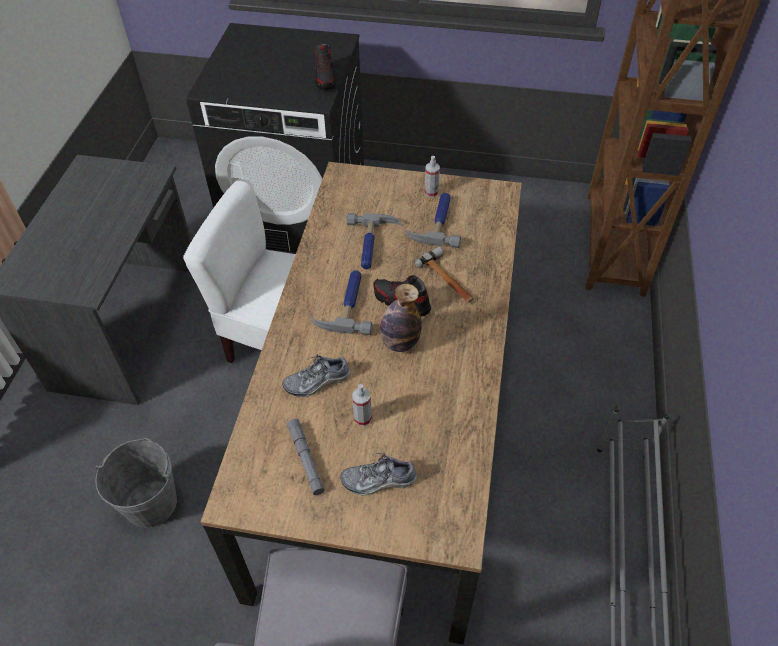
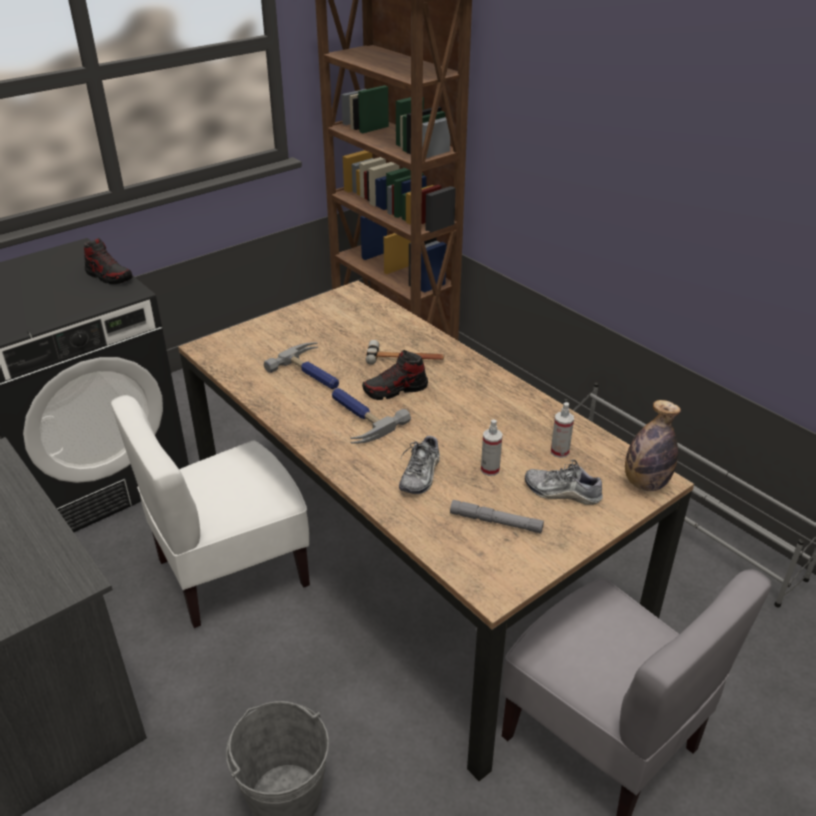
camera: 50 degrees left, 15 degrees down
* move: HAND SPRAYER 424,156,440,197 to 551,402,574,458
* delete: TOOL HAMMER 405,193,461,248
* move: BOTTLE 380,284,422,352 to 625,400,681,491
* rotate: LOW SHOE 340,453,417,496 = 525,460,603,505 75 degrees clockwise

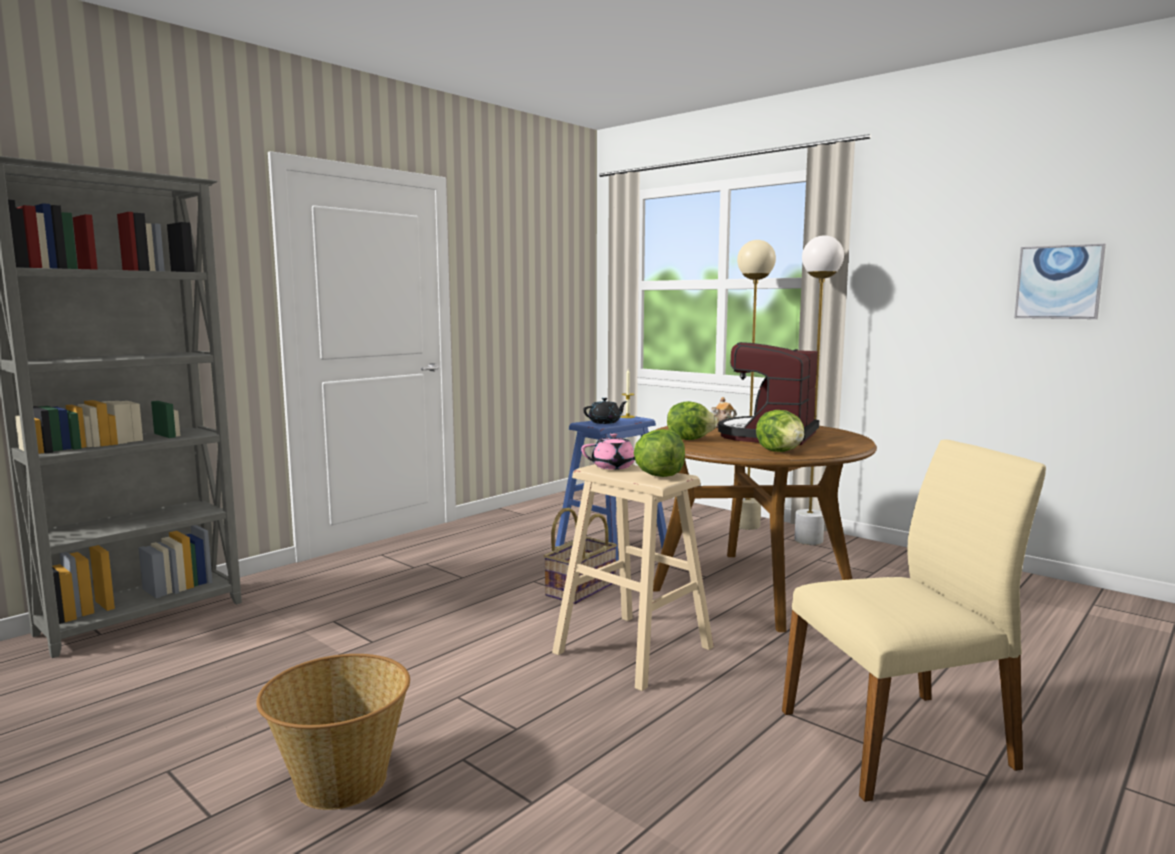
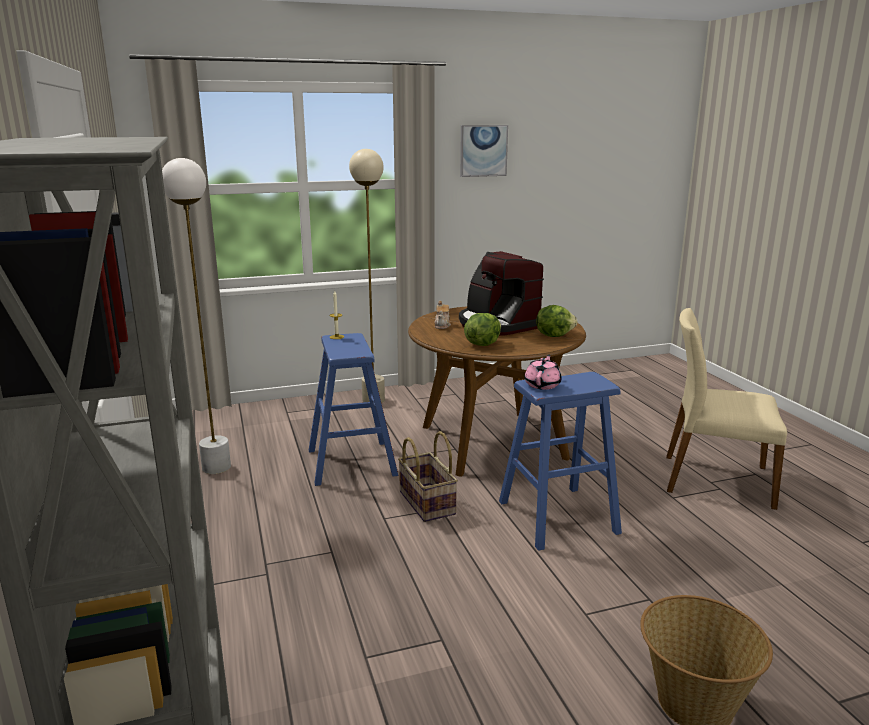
camera: 60 degrees left, 10 degrees up
* move: WHITISH STANDING LAMP 794,235,844,545 to 162,158,231,474
* move: PICTURE 1014,244,1106,319 to 460,125,508,177
* delete: BLACK TEAPOT 583,398,628,424
* delete: HEAD OF LETTUCE 634,429,685,477
* rotate: BEIGE PLAIN CHAIR 782,439,1046,802 = 666,308,787,510 90 degrees counterclockwise
* recolor: BEIGE STOOL SEAT 552,464,714,691 to BLUE STOOL SEAT 499,372,622,551

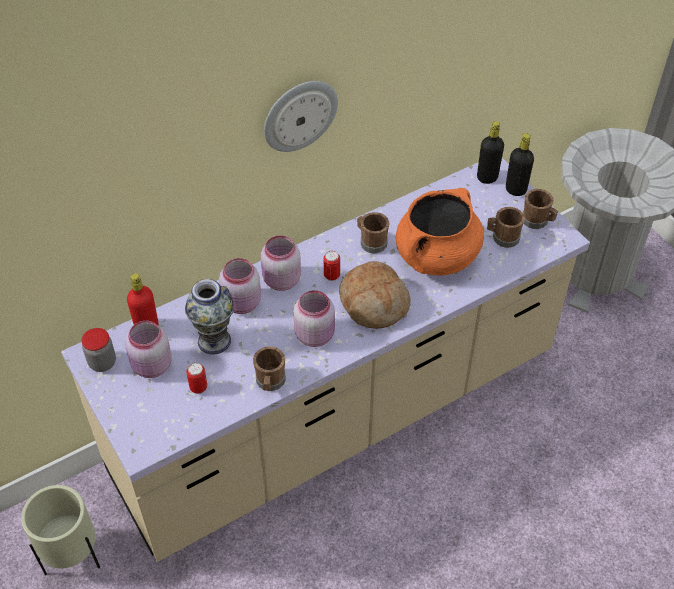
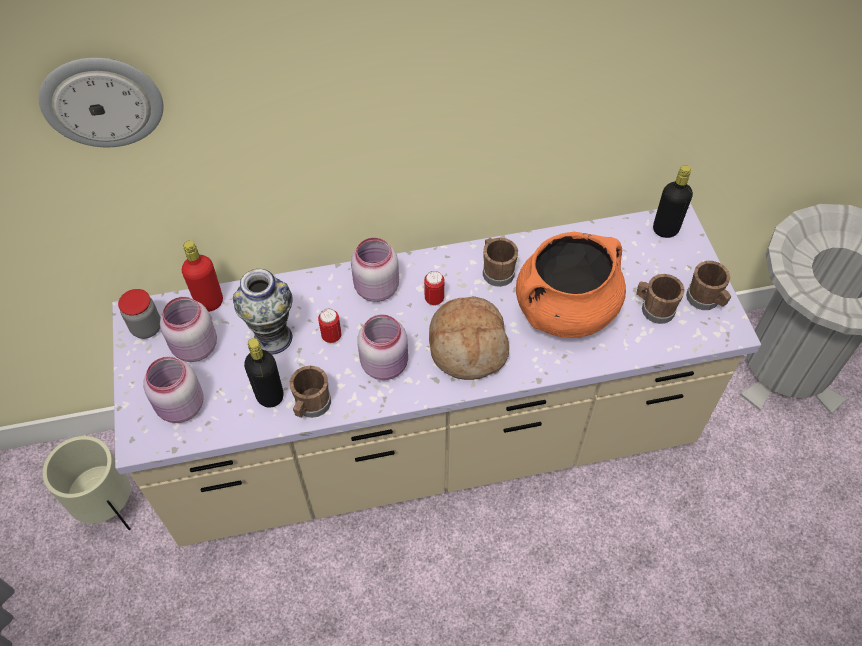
camera: 20 degrees right, 5 degrees up
* move: WALL CLOCK 264,81,338,152 to 38,58,164,147
* move: BLACK BOTTLE 506,133,534,196 to 244,338,284,408
* move: PINKISH STORAGE JAR 219,258,261,314 to 143,357,203,423
* move: METAL CAN 186,363,207,394 to 318,309,342,343

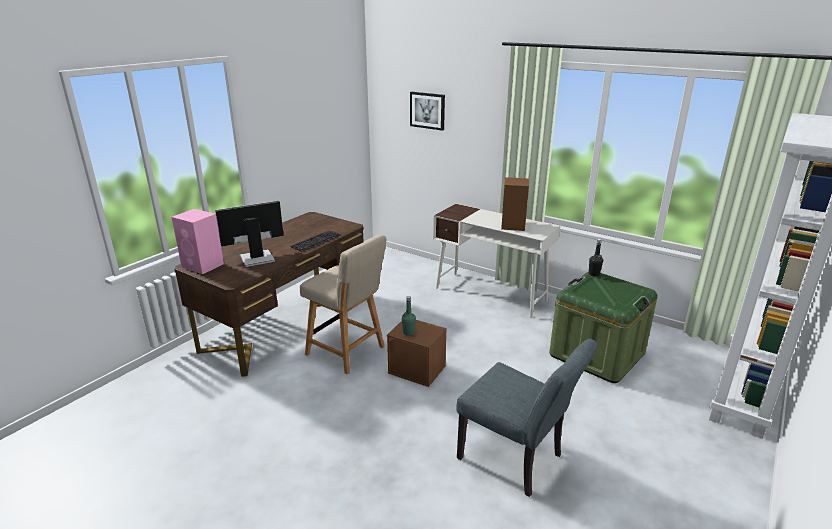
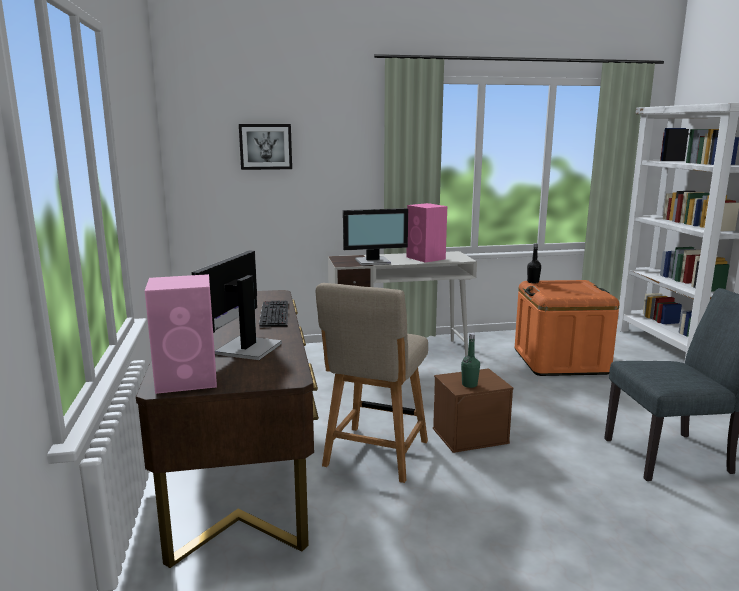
camera: 45 degrees left, 10 degrees down
* recolor: BROWNISH AUDIO SPEAKER 501,177,529,231 to PINKISH AUDIO SPEAKER 406,203,447,263
* rotate: BEIGE PLAIN CHAIR 300,234,386,374 = 315,283,428,483 120 degrees clockwise
* recolor: GREEN STORAGE BIN 549,272,657,383 to ORANGE-COLOURED STORAGE BIN 515,280,619,376
* insert: COMPUTER SCREEN 343,208,408,266

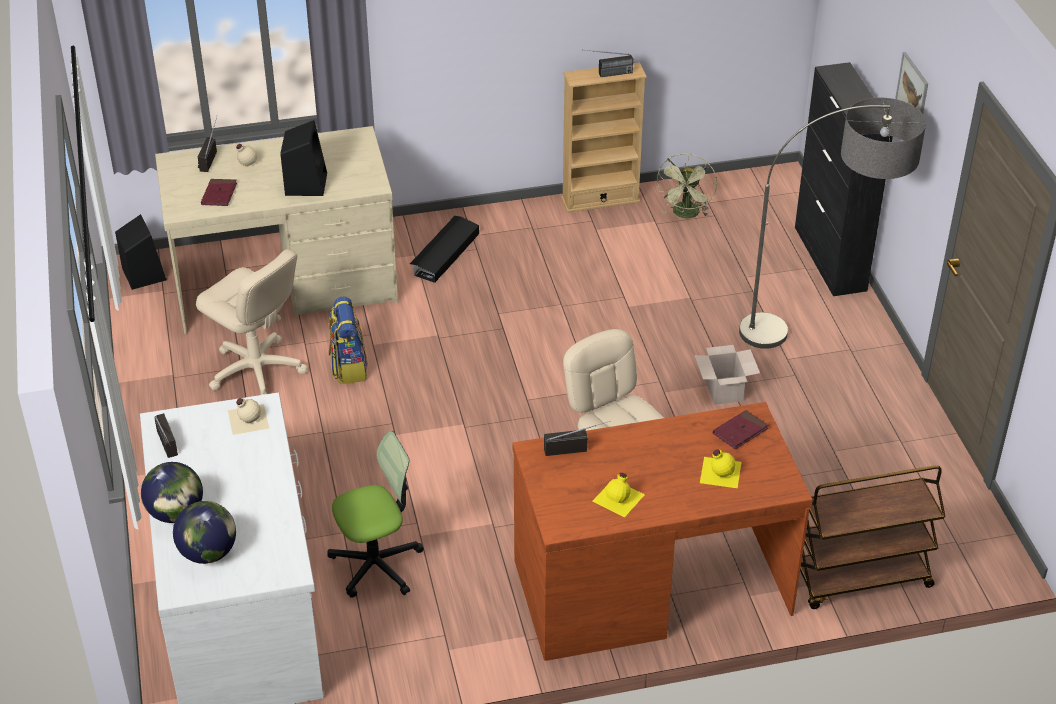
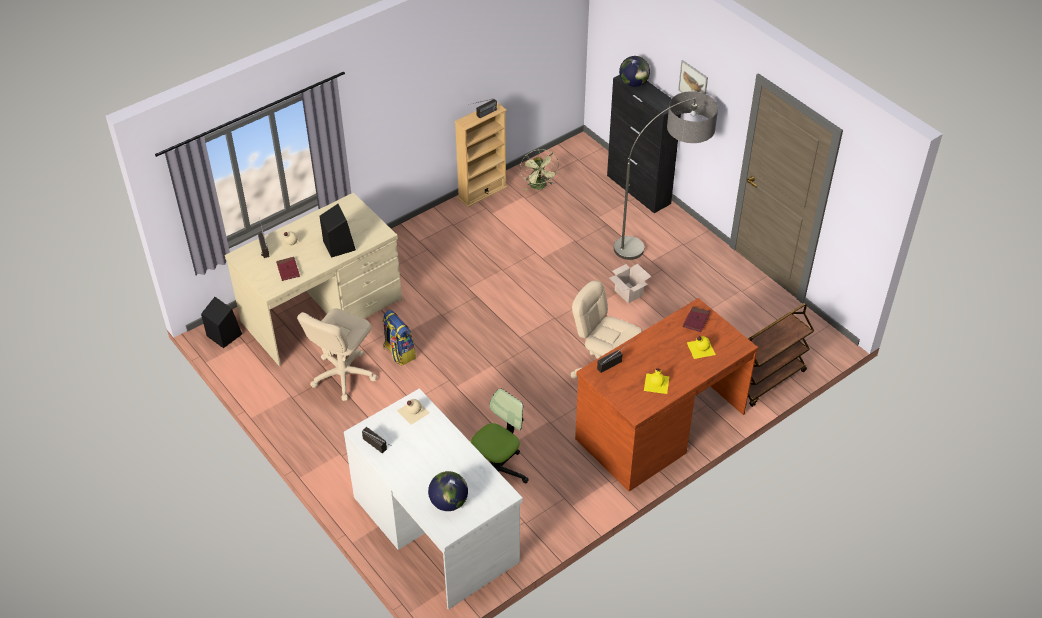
camera: 25 degrees left, 5 degrees up
* delete: BLACK STORAGE BIN 410,216,479,283
* rotate: BEIGE DESK CHAIR 196,249,308,395 = 297,308,377,401 105 degrees clockwise
* move: DESK GLOBE 141,462,203,523 to 619,56,650,87

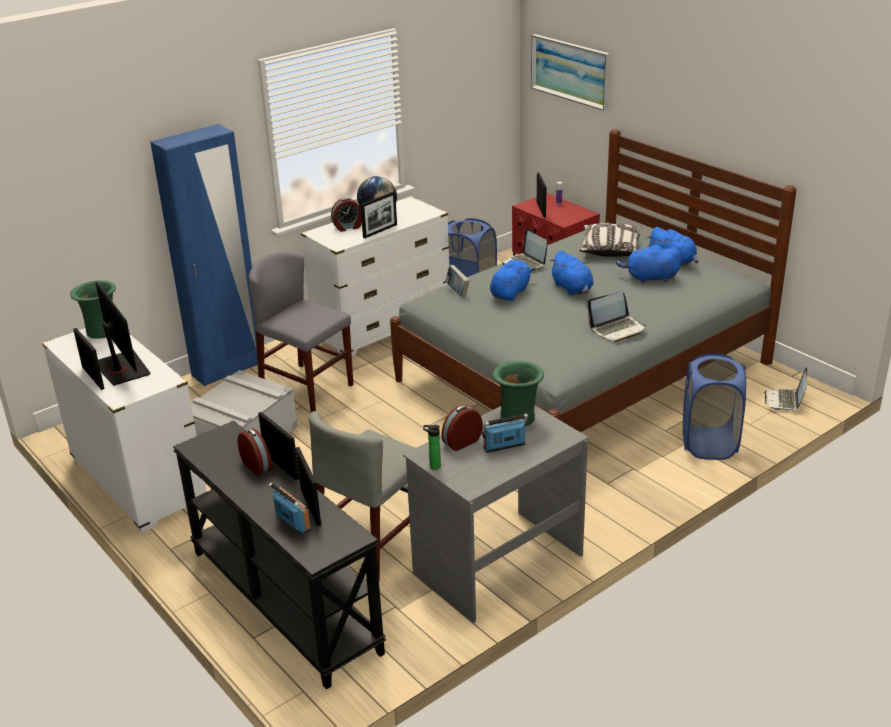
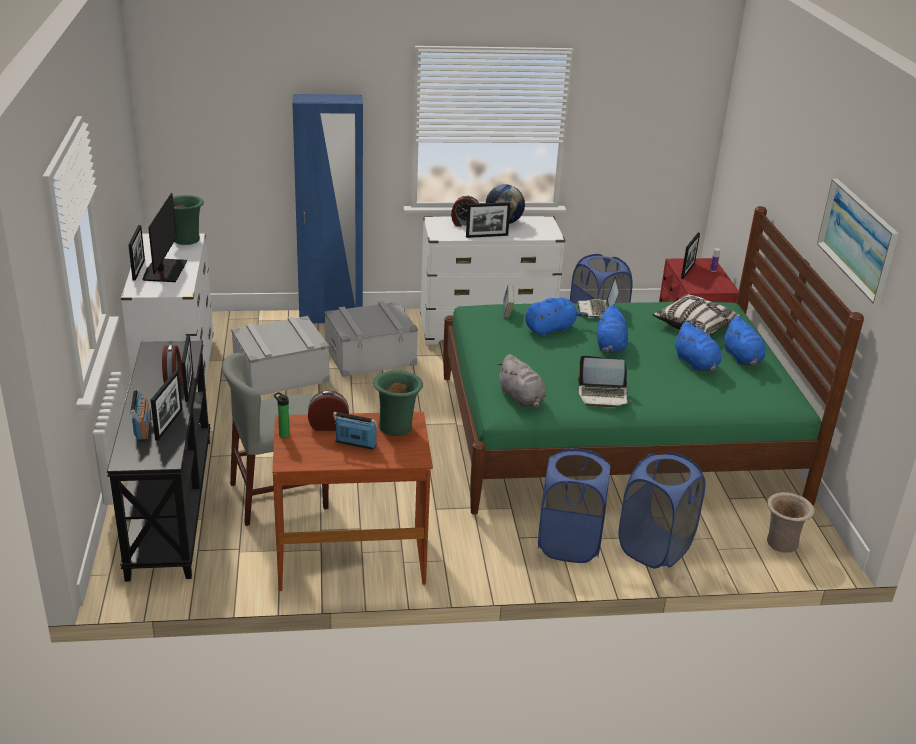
camera: 30 degrees right, 0 degrees up
* move: PICTURE 531,34,610,111 to 817,179,899,304
* recolor: GRAY SLEEPING BED 390,129,797,432 to GREEN SLEEPING BED 443,206,864,515
* rotate: BLUE PLUSH TOY 616,245,681,283 = 674,322,721,372 150 degrees counterclockwise
* replace: GRAY PLAIN CHAIR 249,252,353,412 to GRAY STORAGE BIN 324,301,418,377
* replace: NOTEBOOK COMPUTER 764,367,807,411 to BEIGE FLOWER VASE 767,492,815,553
* recolor: GRAY DESK 403,406,589,623 to BROWNISH DESK 272,412,433,591
* insert: GRAY PLUSH TOY 497,354,546,408
* insert: BLUE HAMPER 538,448,611,563

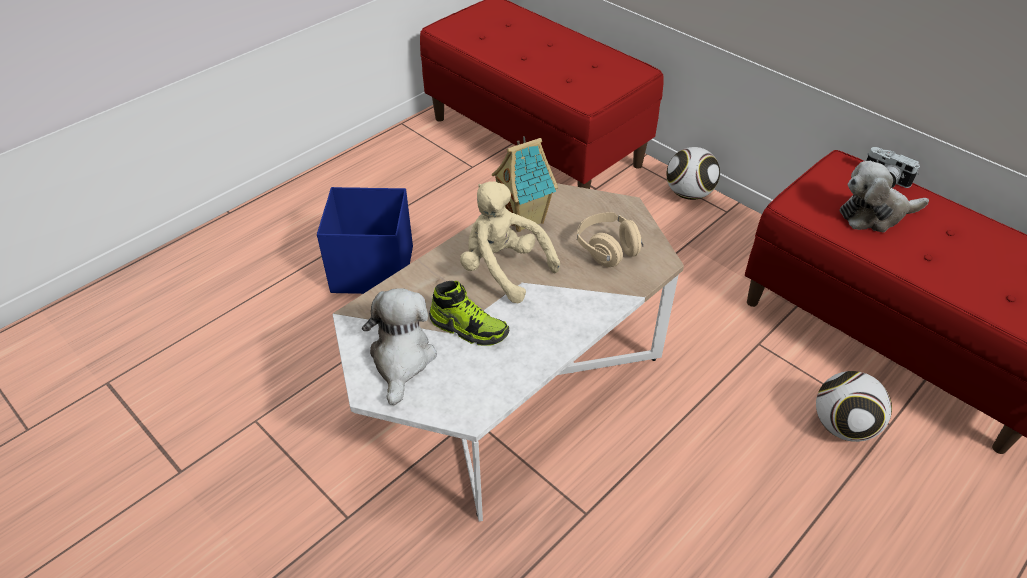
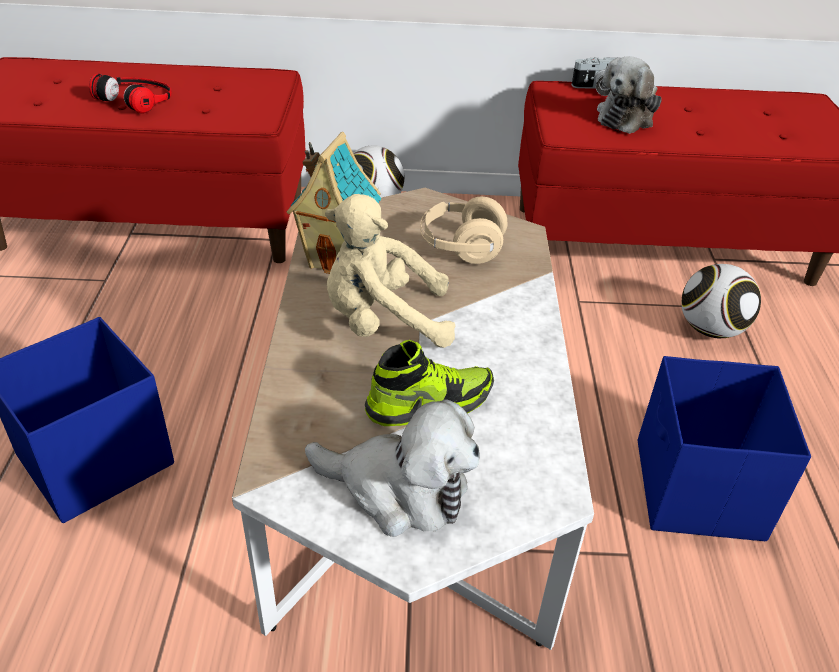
camera: 45 degrees left, 5 degrees down
* rotate: PLUSH TOY 362,288,437,405 = 305,399,480,537 150 degrees clockwise
* insert: PAIR OF HEADPHONES 89,74,172,113
* insert: BLUE STORAGE BIN 638,356,811,541

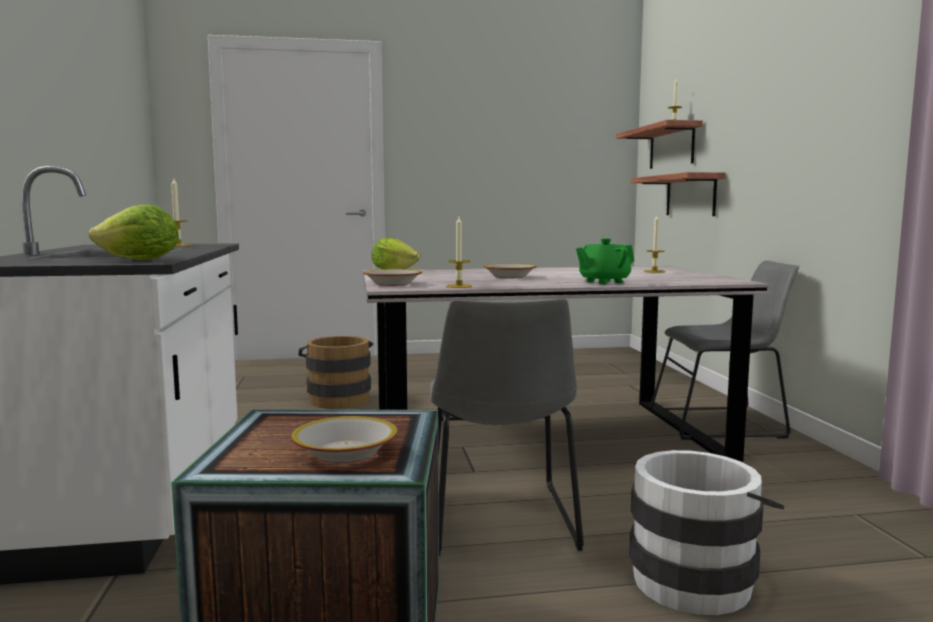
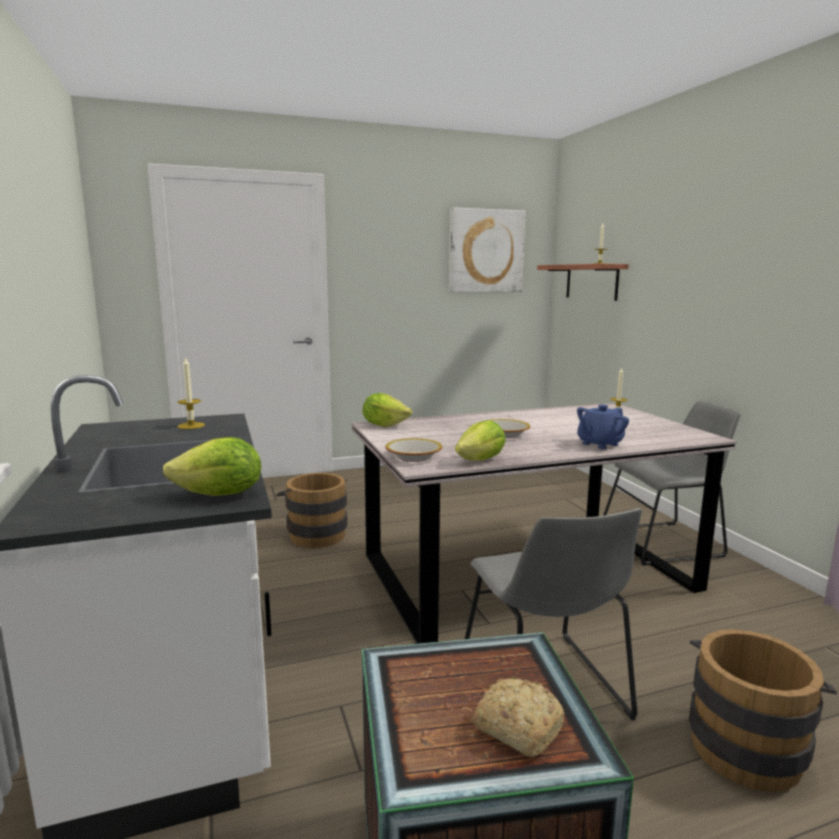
camera: 10 degrees left, 5 degrees up
* delete: WALL SHELF 631,172,726,216
* replace: WAX CANDLE 446,217,472,288 to HEAD OF LETTUCE 455,420,505,461
* recolor: GREEN TEAPOT 576,238,635,285 to BLUE TEAPOT 577,405,629,449
* replace: BOWL 291,416,398,463 to BAKED BREAD 473,676,565,757
* recolor: WHITISH WATER BUCKET 629,450,784,615 to BROWNISH WATER BUCKET 689,629,837,792
* insert: PICTURE 449,207,526,292

